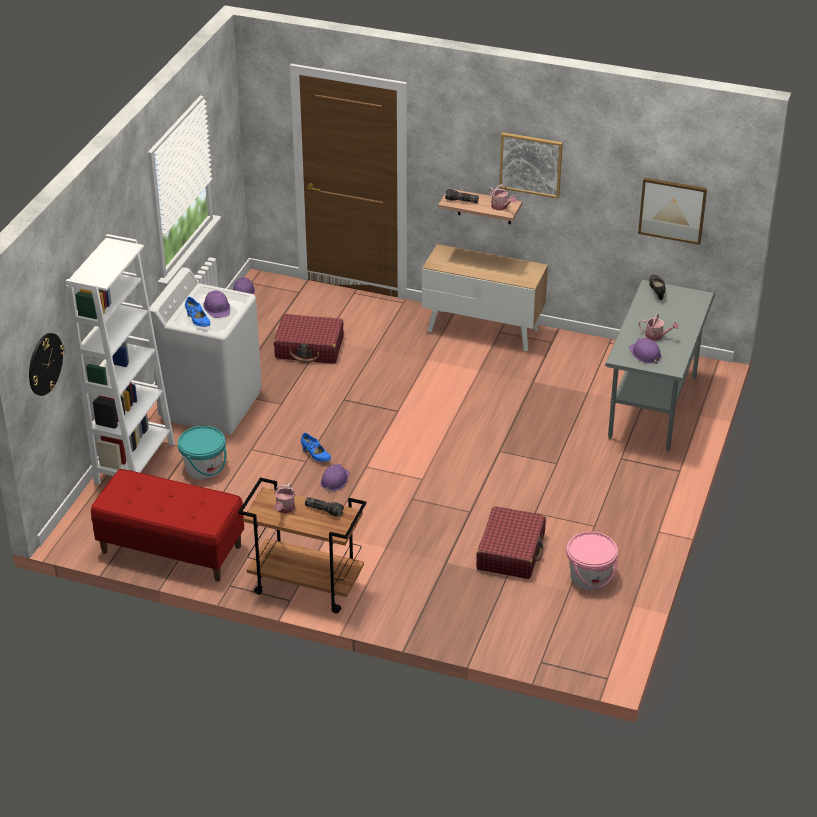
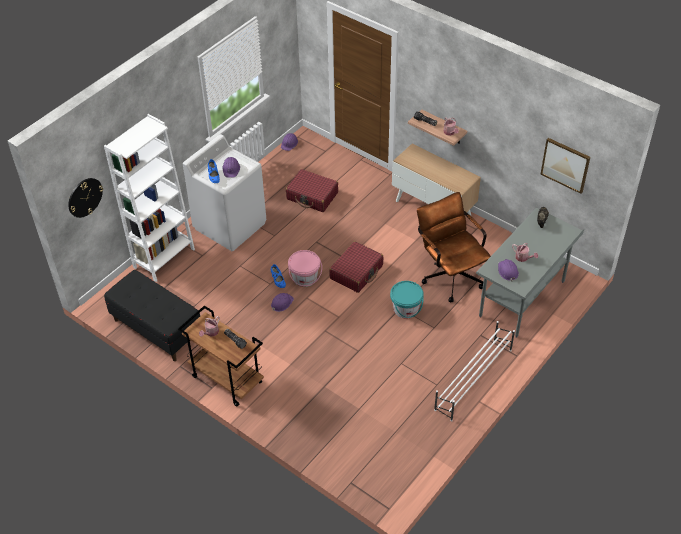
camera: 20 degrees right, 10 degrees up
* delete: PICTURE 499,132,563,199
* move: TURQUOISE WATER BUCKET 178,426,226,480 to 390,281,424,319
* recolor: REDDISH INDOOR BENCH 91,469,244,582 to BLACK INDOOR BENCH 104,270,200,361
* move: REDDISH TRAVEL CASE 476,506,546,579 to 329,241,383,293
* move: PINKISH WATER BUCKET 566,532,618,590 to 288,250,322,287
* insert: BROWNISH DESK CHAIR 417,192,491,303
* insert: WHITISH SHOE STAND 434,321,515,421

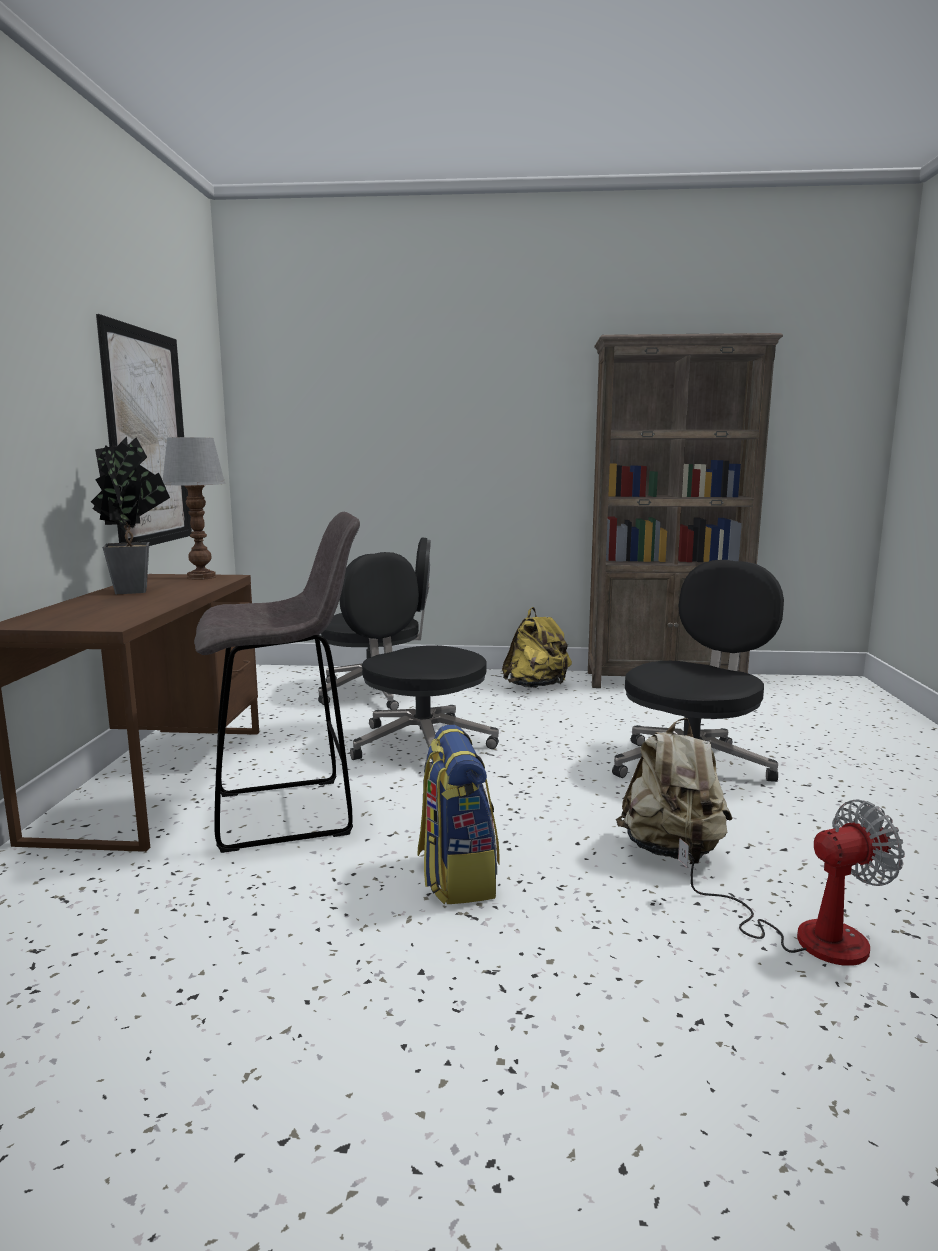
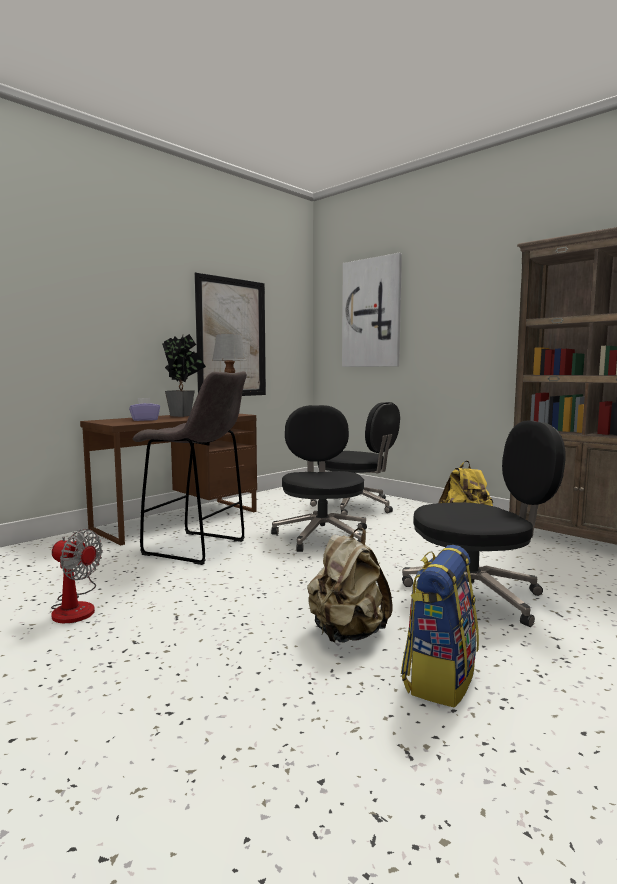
camera: 40 degrees right, 5 degrees down
* move: KNAPSACK 417,725,500,904 to 401,545,479,708
* move: ELECTRIC FAN 678,800,905,966 to 51,529,103,623
* insert: PICTURE 342,253,402,367
* insert: PURPLE-COLOURED TISSUE BOX 129,398,160,421

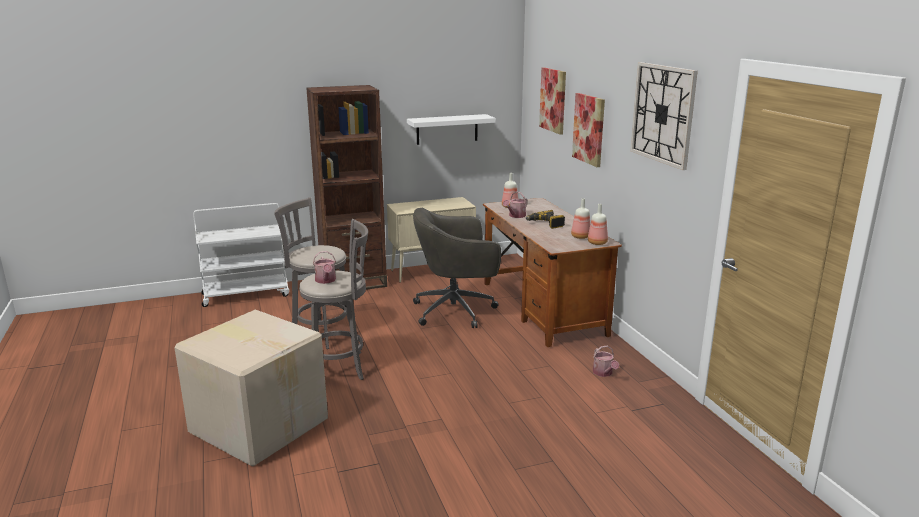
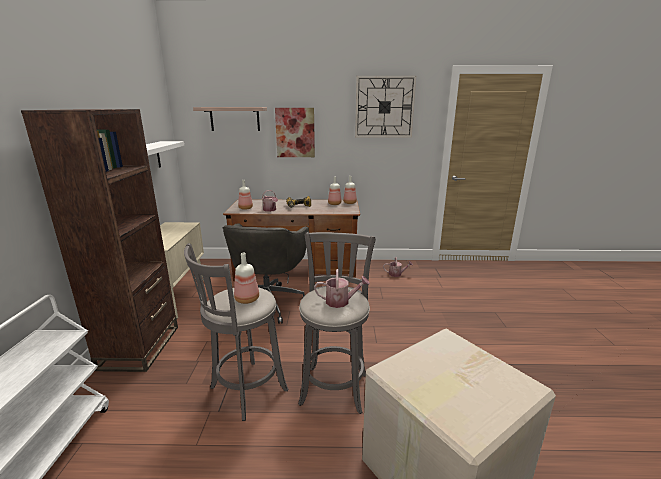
camera: 70 degrees left, 0 degrees up
* replace: PICTURE 539,67,566,135 to WALL SHELF 193,107,267,131
* insert: BOTTLE 234,253,259,304

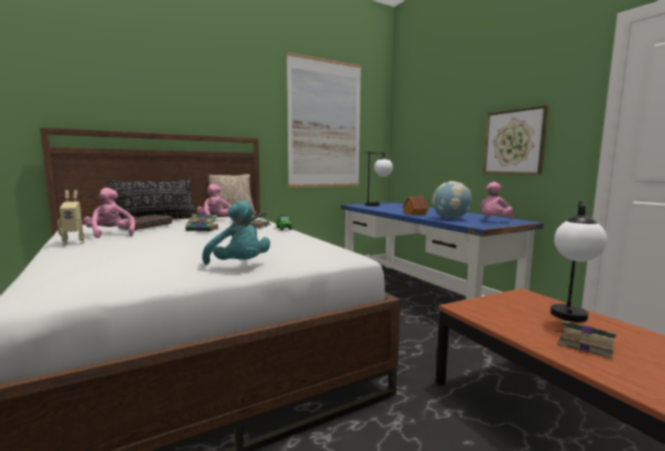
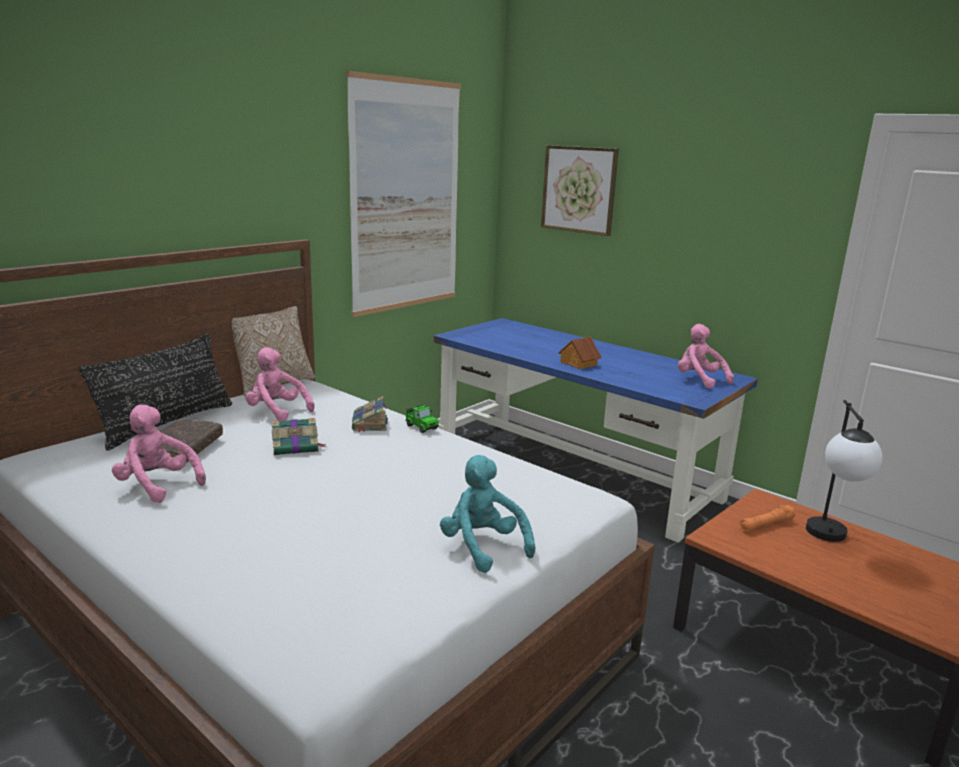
camera: 20 degrees left, 10 degrees up
* move: PICTURE 483,105,548,175 to 541,145,619,236
* delete: TABLE LAMP 364,152,393,206
* delete: DESK GLOBE 432,181,472,219
* rotate: PINKISH PLUSH TOY 480,182,514,220 = 678,324,734,389 120 degrees clockwise
* delete: MODEL ROBOT 57,190,85,245
* rotate: TURQUOISE PLUSH TOY 202,200,270,265 = 440,455,536,573 150 degrees counterclockwise
* delete: VOLUME 553,321,616,359
* insert: ORANGE-COLOURED HAND TORCH 740,505,796,532

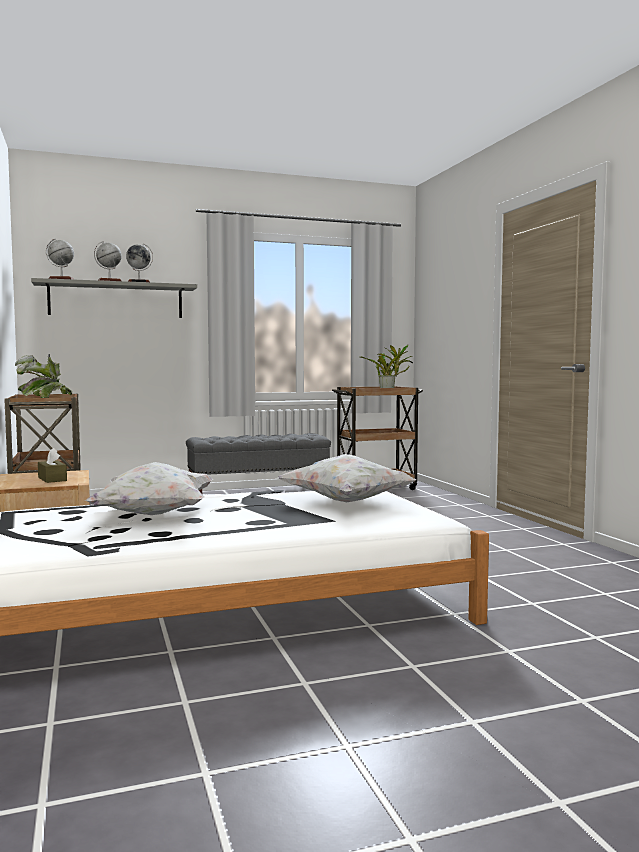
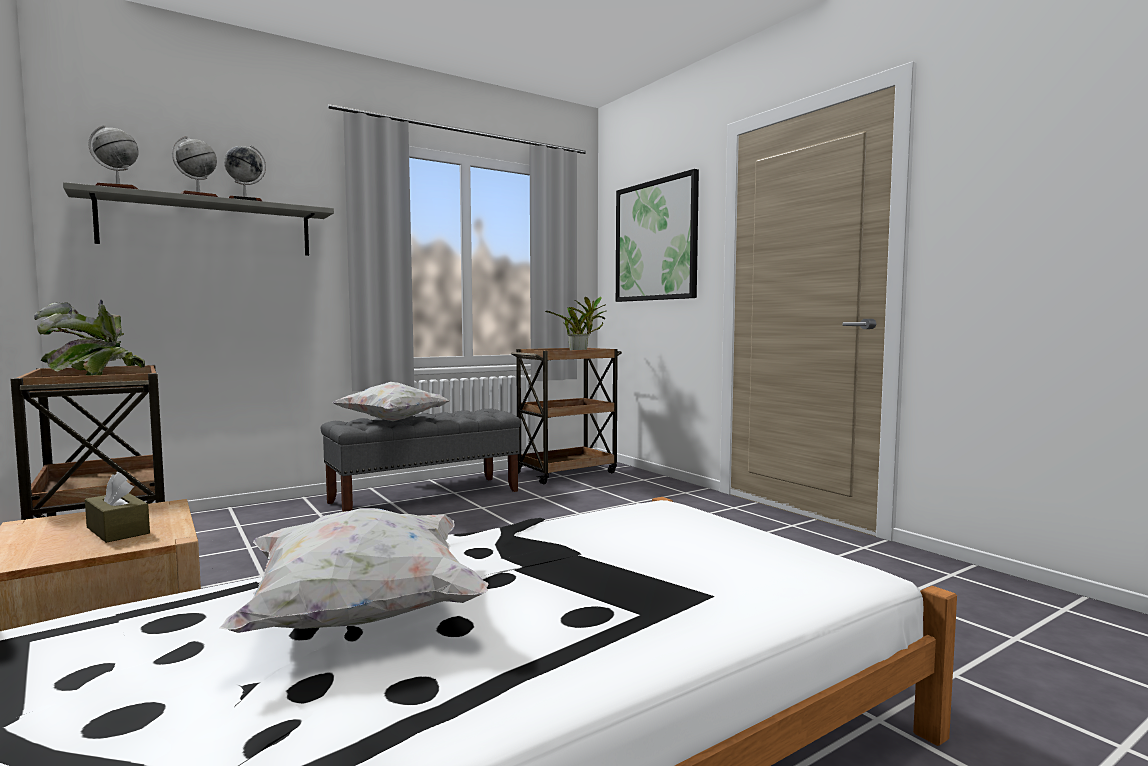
camera: 15 degrees left, 0 degrees up
* move: WHITISH THROW PILLOW 278,454,417,502 to 333,382,450,421
* insert: PICTURE 616,169,699,302

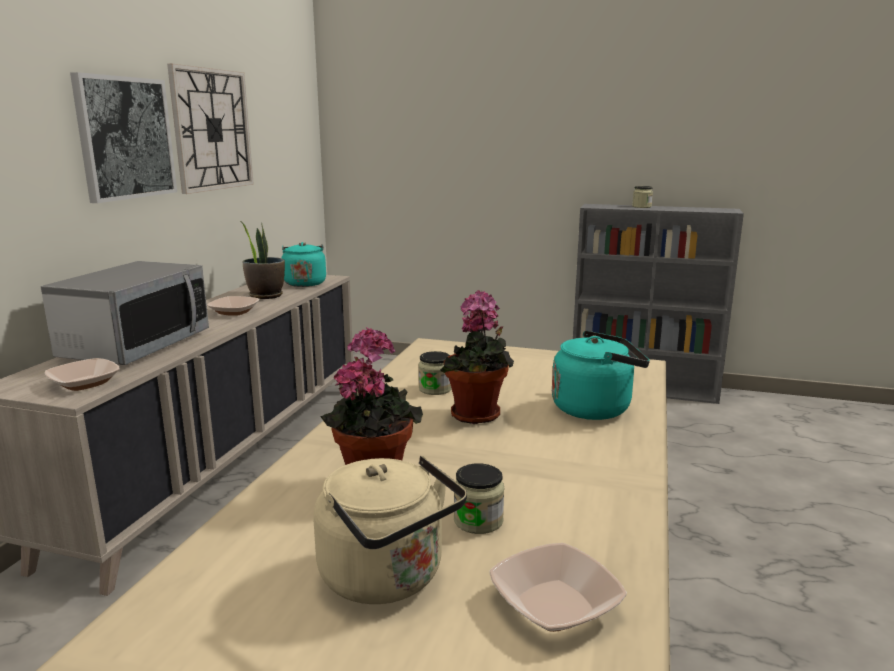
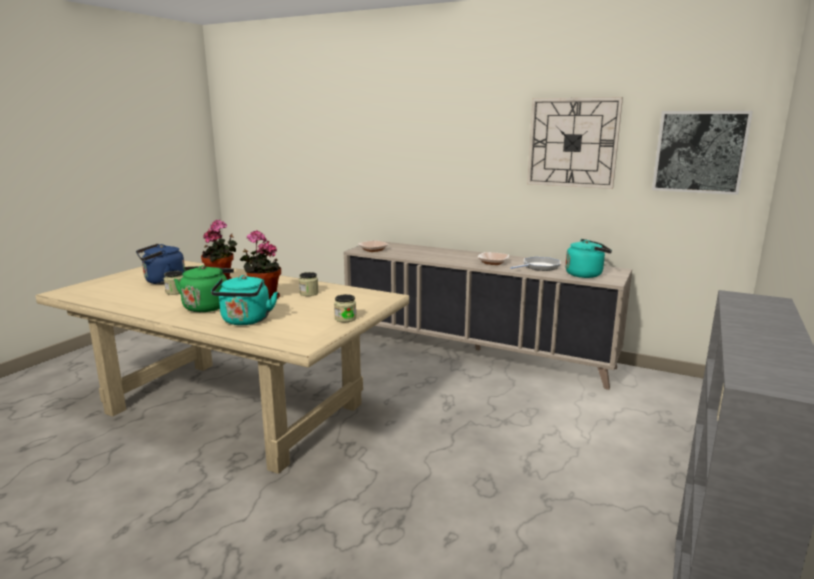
camera: 100 degrees right, 0 degrees up
* move: PICTURE 70,72,177,203 to 652,111,753,195
* move: STORAGE JAR 632,186,653,208 to 334,294,357,322
* replace: POTTED PLANT 240,221,285,299 to SKILLET 510,257,561,271
* delete: MICROWAVE OVEN 41,261,209,365
* recolor: BEIGE WATER KETTLE 314,456,467,604 to BLUE WATER KETTLE 136,244,185,284
* delete: BOWL 489,543,627,632
* insert: GREEN WATER KETTLE 174,265,234,312

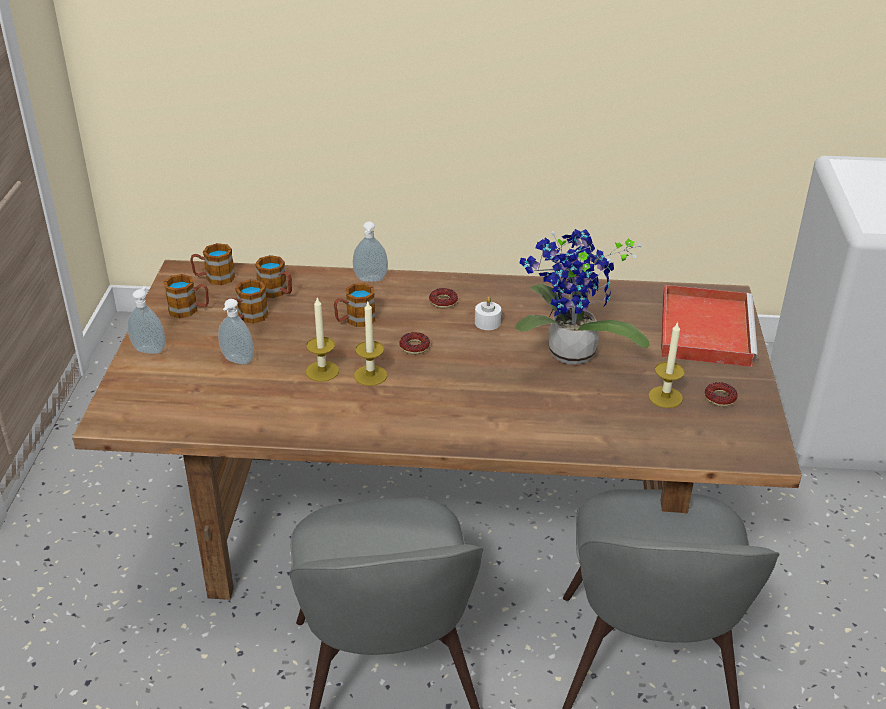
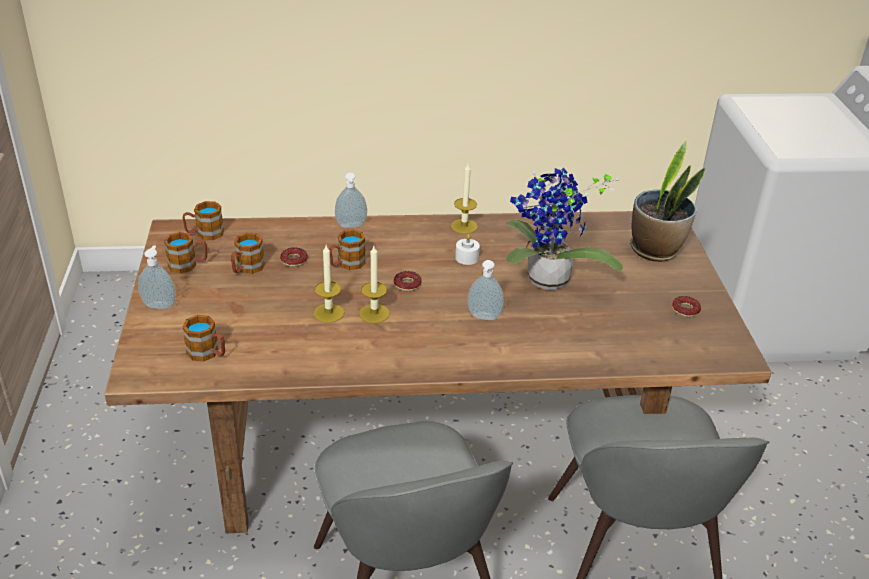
camera: 10 degrees left, 0 degrees up
* move: MUG 255,255,292,298 to 182,315,225,362
* replace: REDDISH SERVING TRAY 661,285,758,367 to POTTED PLANT 630,141,705,262
* move: DOUGHNUT 429,288,458,308 to 280,248,308,267
* move: SOAP BOTTLE 218,299,254,365 to 467,260,504,320
* move: WAX CANDLE 648,321,685,408 to 451,164,478,234

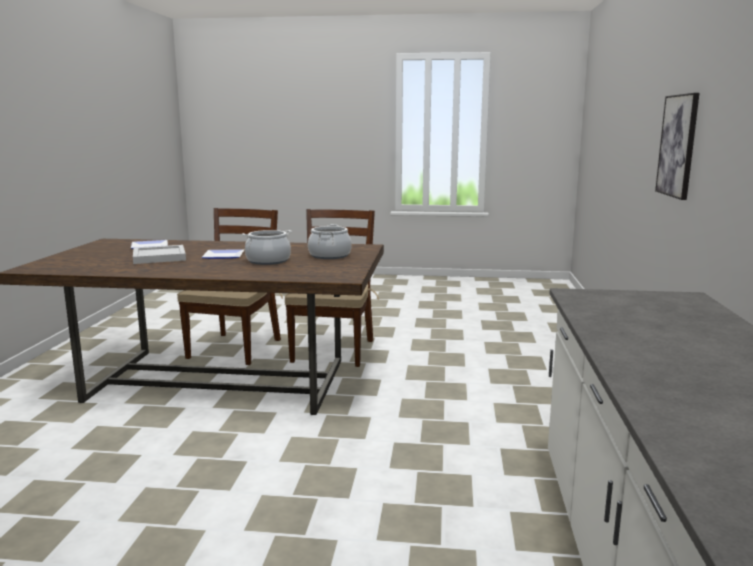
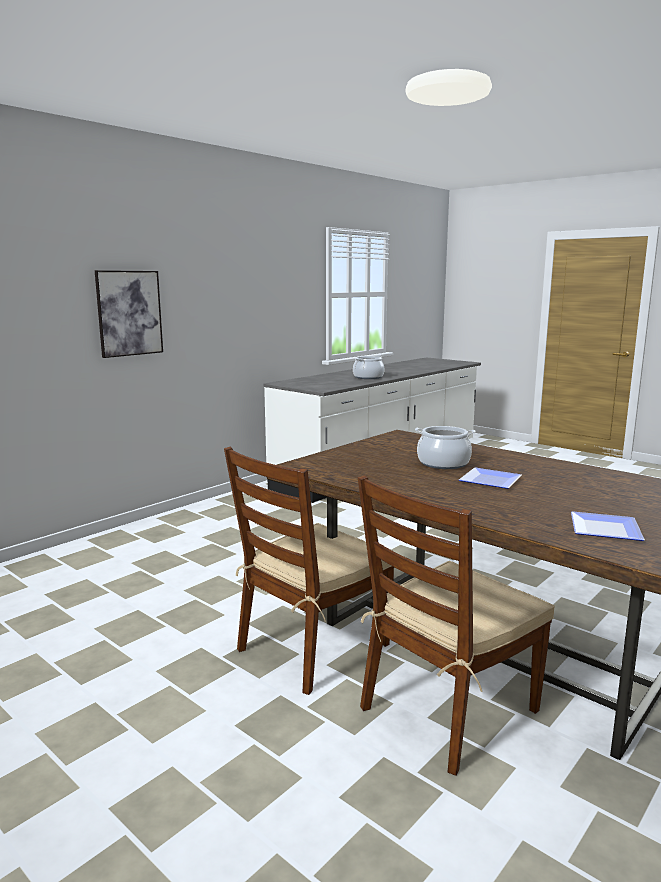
camera: 145 degrees left, 0 degrees up
* move: SAUCEPOT 308,224,352,259 to 353,355,384,379
* delete: WHITISH SERVING TRAY 133,245,186,264

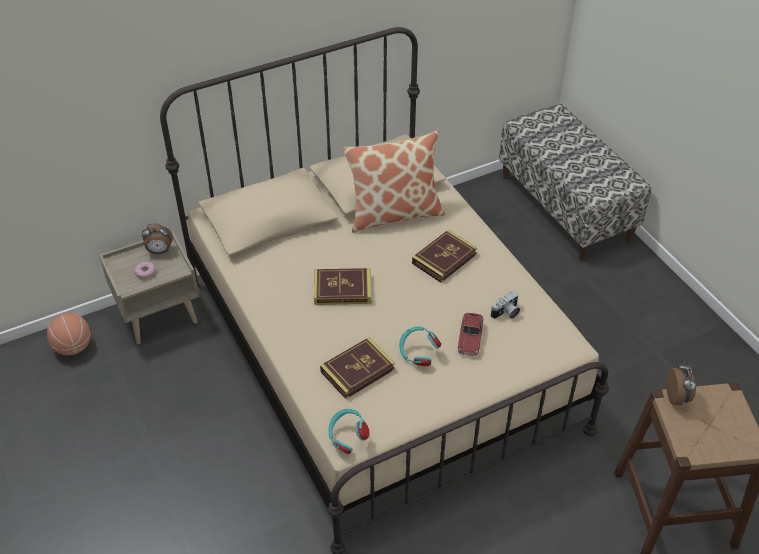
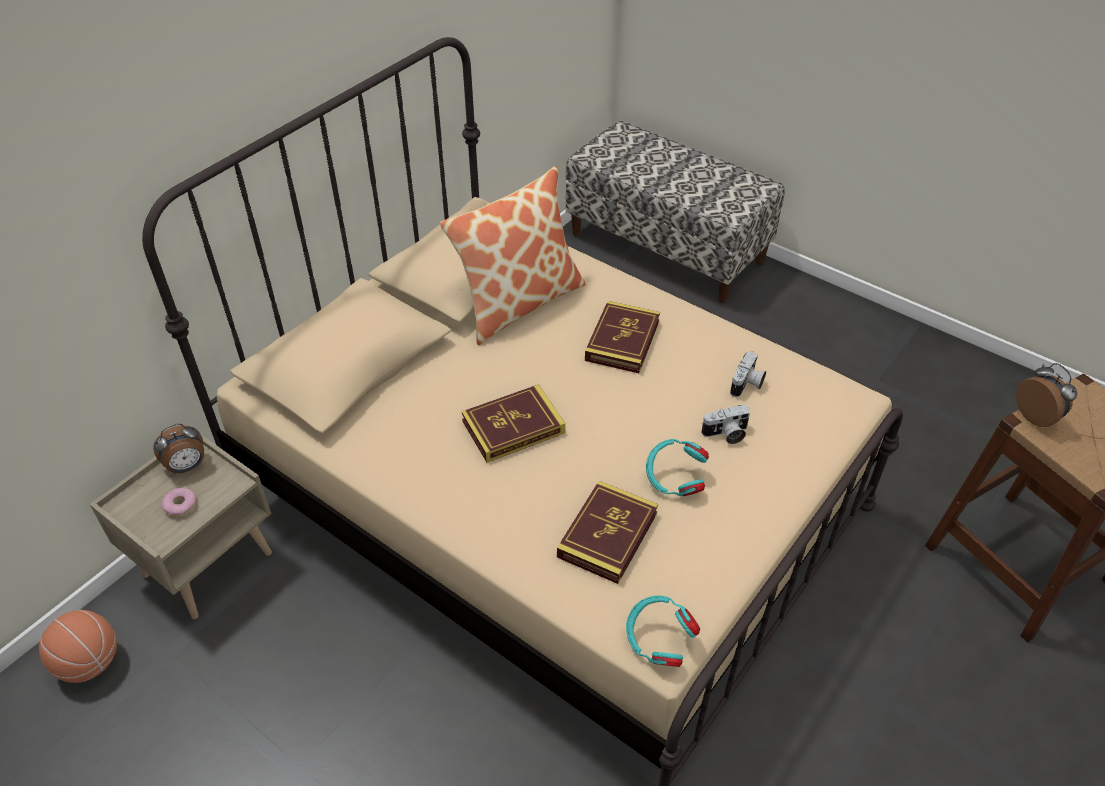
camera: 25 degrees left, 0 degrees up
* replace: TOY CAR 458,313,484,356 to PHOTO CAMERA 701,405,750,444

